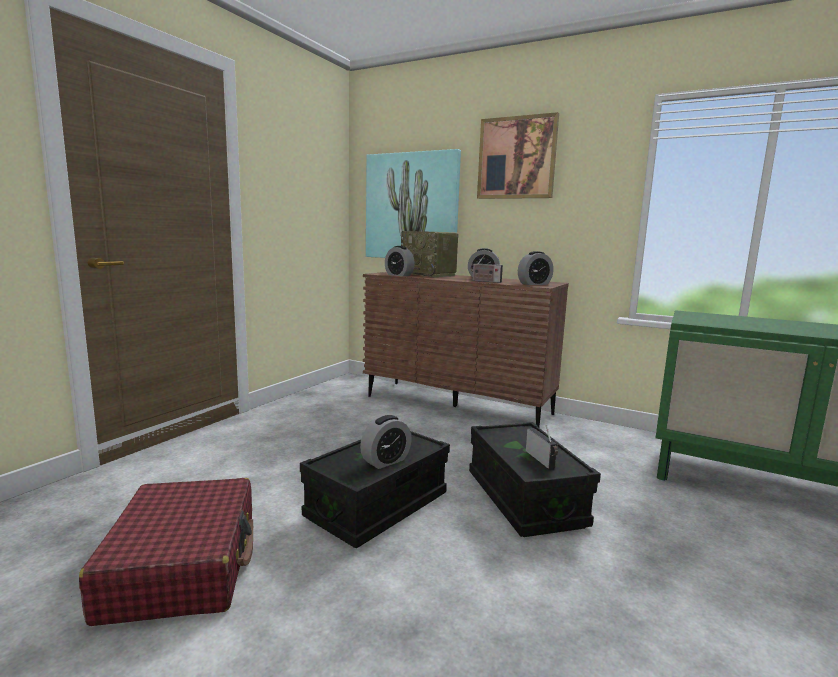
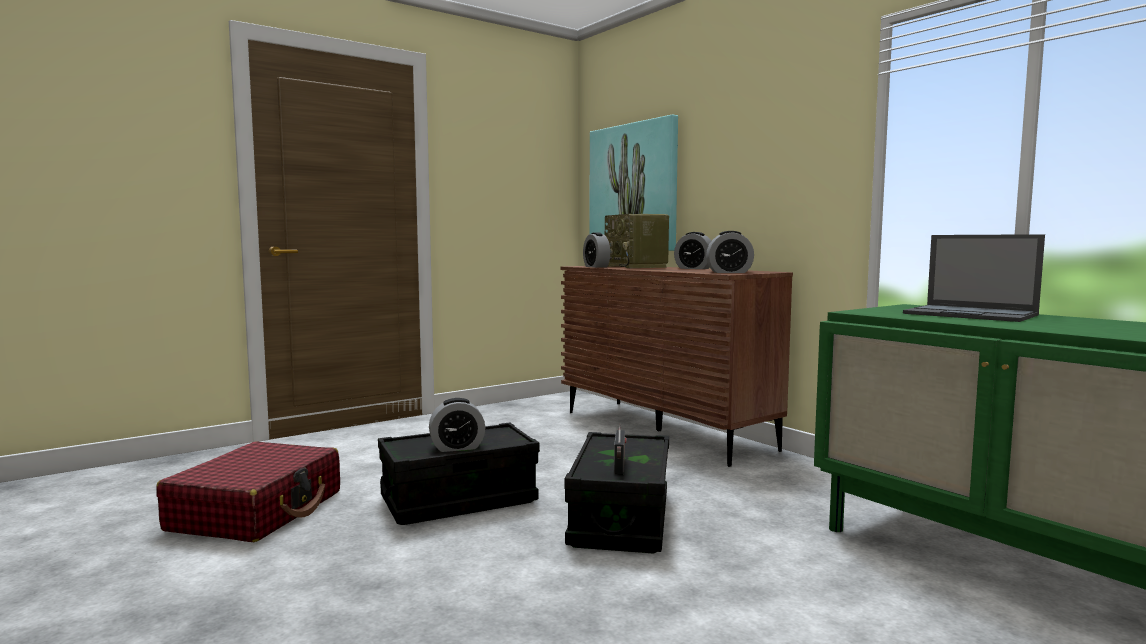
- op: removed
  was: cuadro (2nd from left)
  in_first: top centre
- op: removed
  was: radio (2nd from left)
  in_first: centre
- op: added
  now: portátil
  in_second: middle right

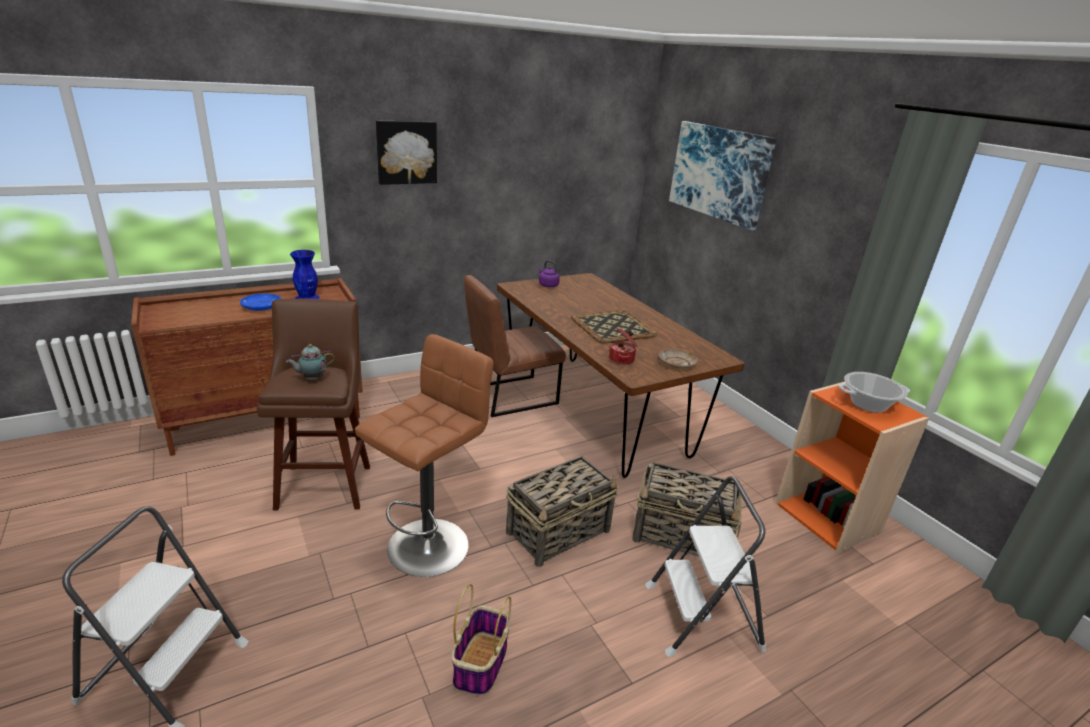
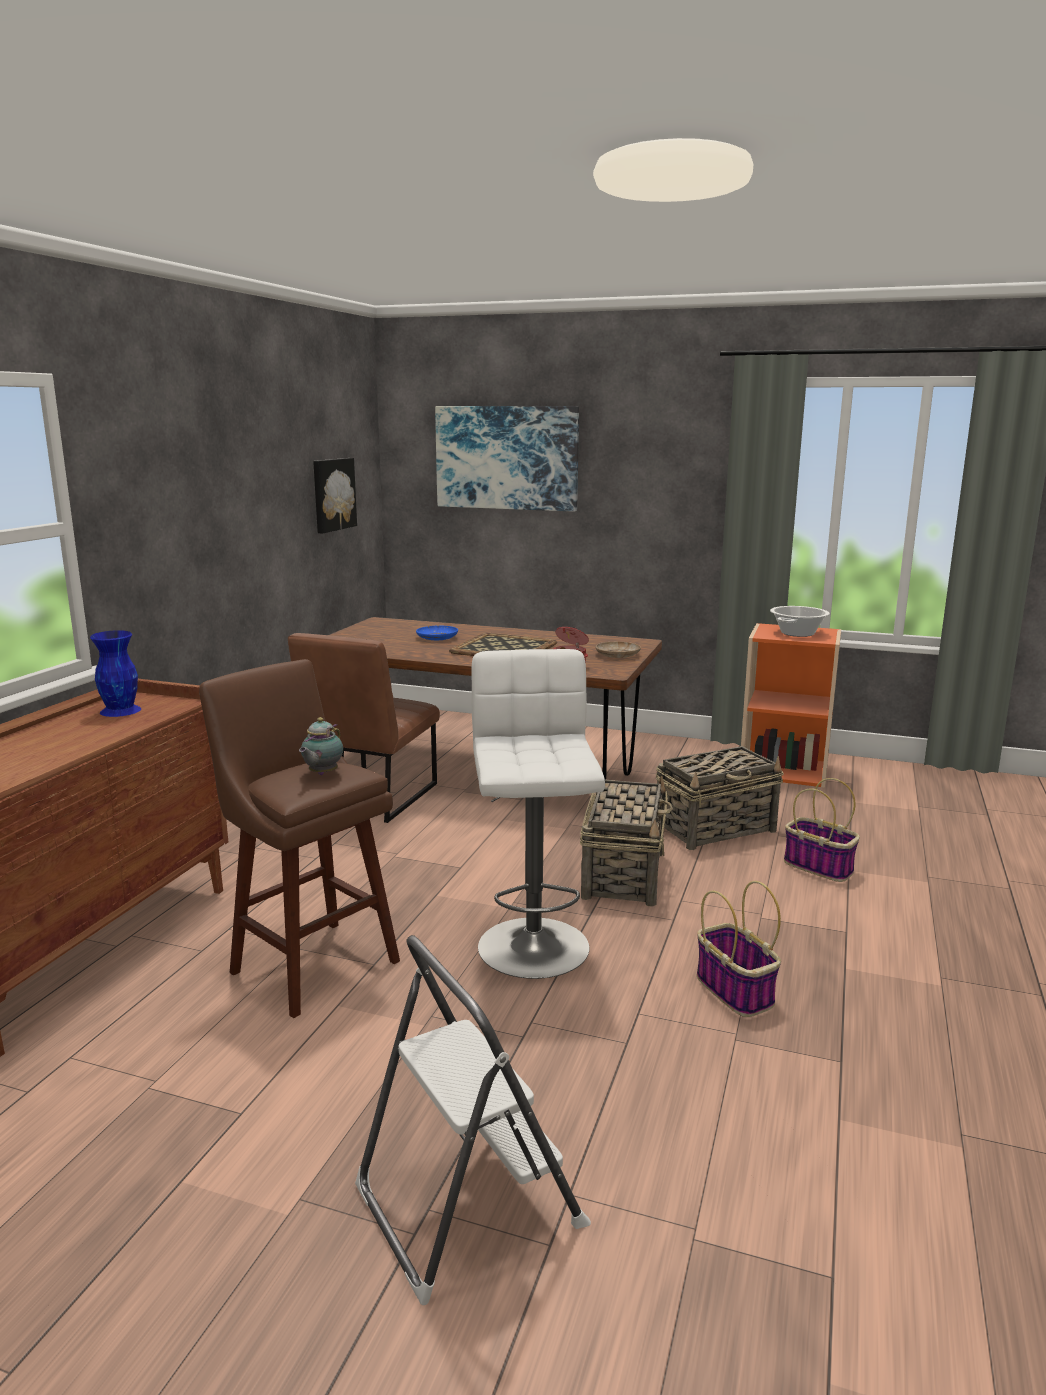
- op: moved
  was: cuadro (1st from left)
  in_first: top centre
  in_second: middle left
- op: removed
  was: hervidor (morado)
  in_first: centre
- op: moved
  was: plato (azul)
  in_first: middle left
  in_second: centre
- op: recoloured
  was: taburete (marrón) (2nd from left)
  now: taburete (blanco)
  in_first: centre
  in_second: centre
- op: replaced
  was: escalera de tijera (blanco) (2nd from left)
  now: cesta (4th from left)
  in_first: bottom centre
  in_second: middle right

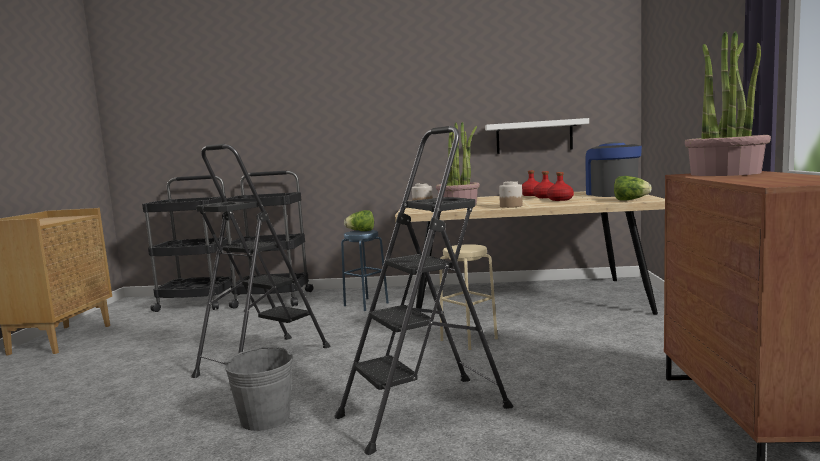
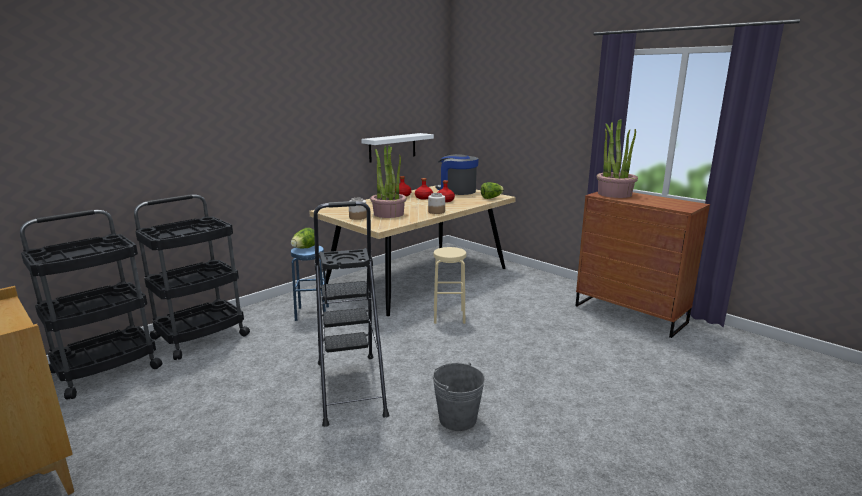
- op: removed
  was: escalera de tijera (2nd from left)
  in_first: centre

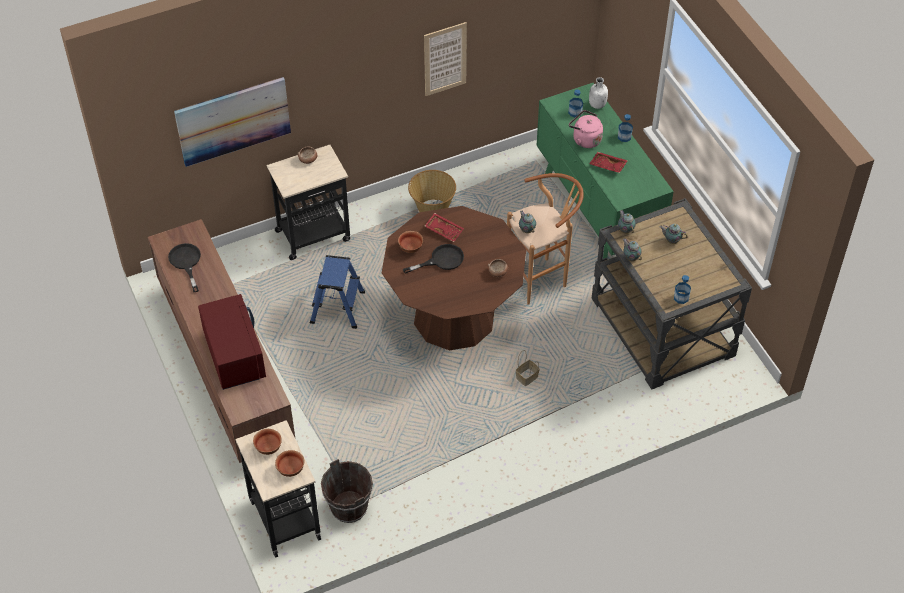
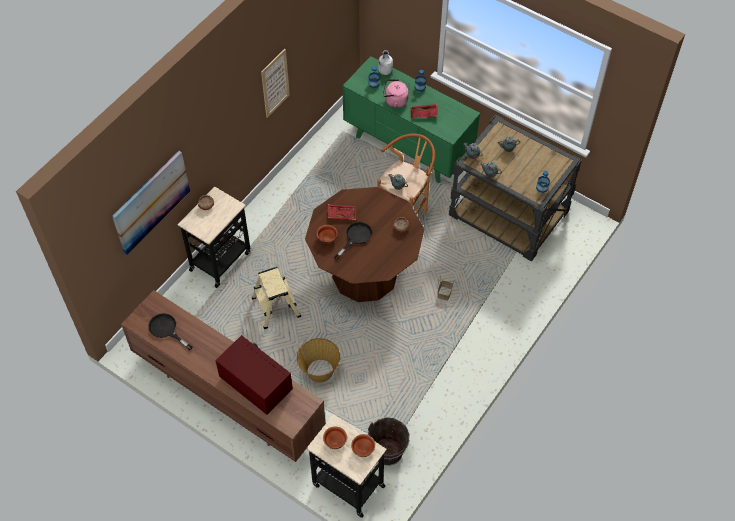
- op: moved
  was: cesta (1st from left)
  in_first: top centre
  in_second: bottom centre
- op: recoloured
  was: escalera de tijera (azul)
  now: escalera de tijera (beis)
  in_first: centre
  in_second: centre

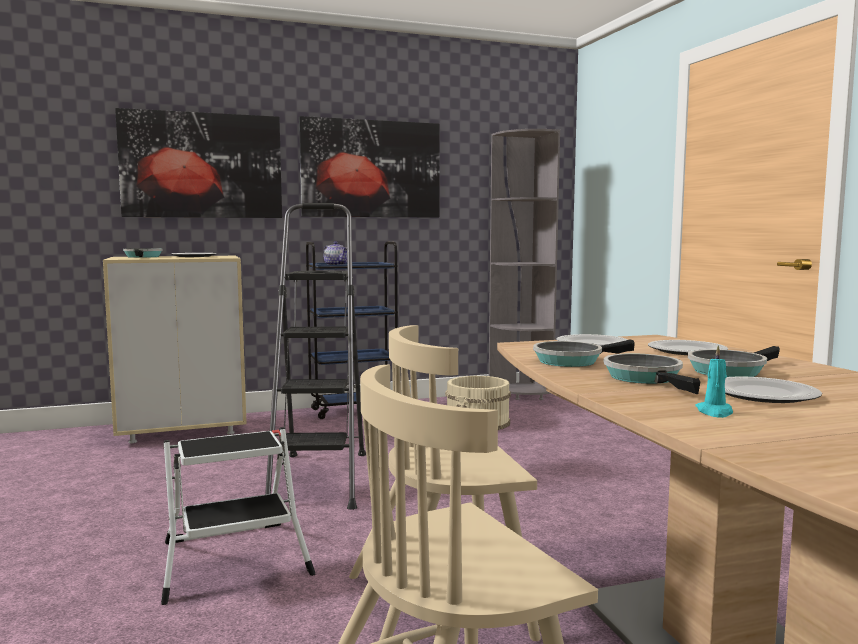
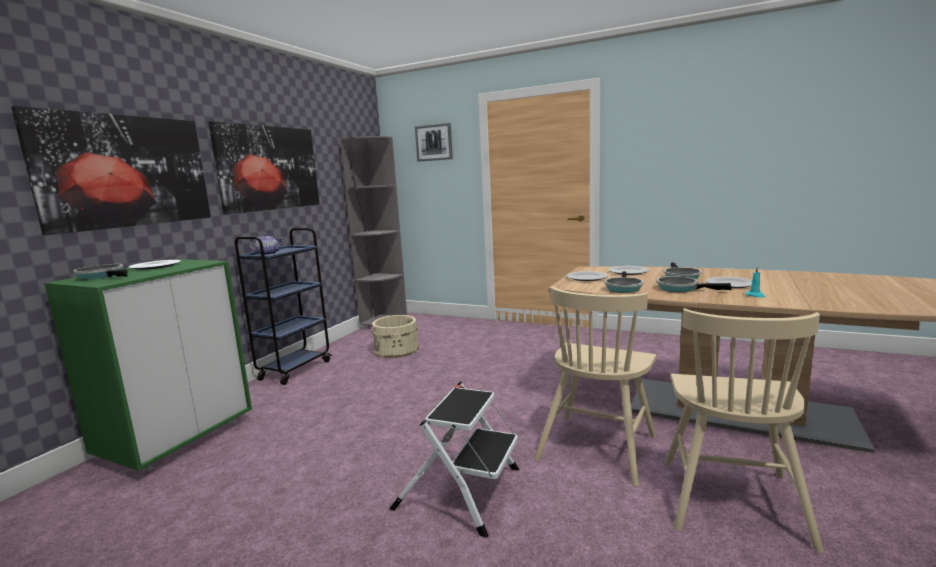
- op: removed
  was: escalera de tijera (2nd from left)
  in_first: centre
- op: recoloured
  was: armario (beis)
  now: armario (verde)
  in_first: middle left
  in_second: middle left
- op: added
  now: cuadro (3rd from left)
  in_second: top centre

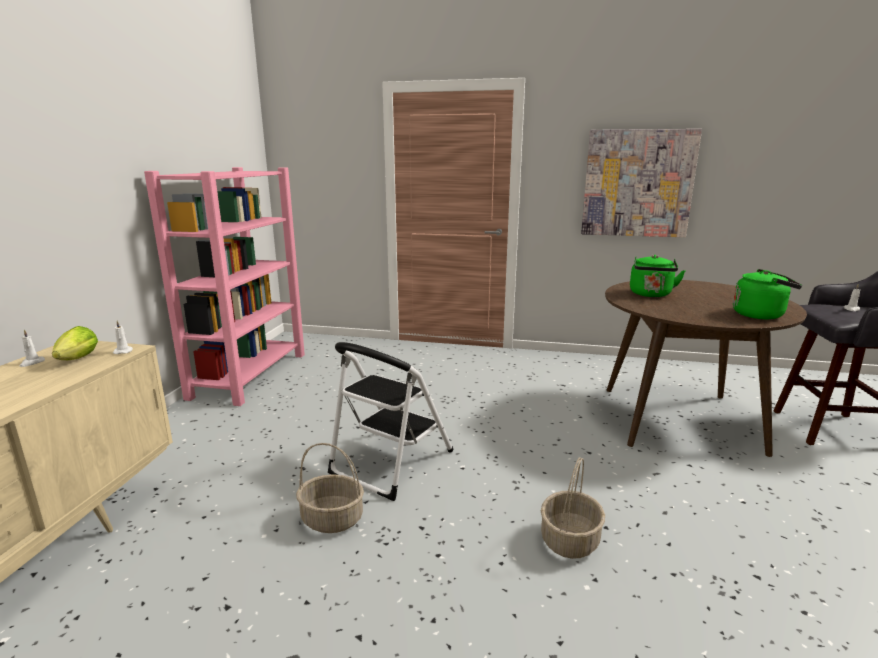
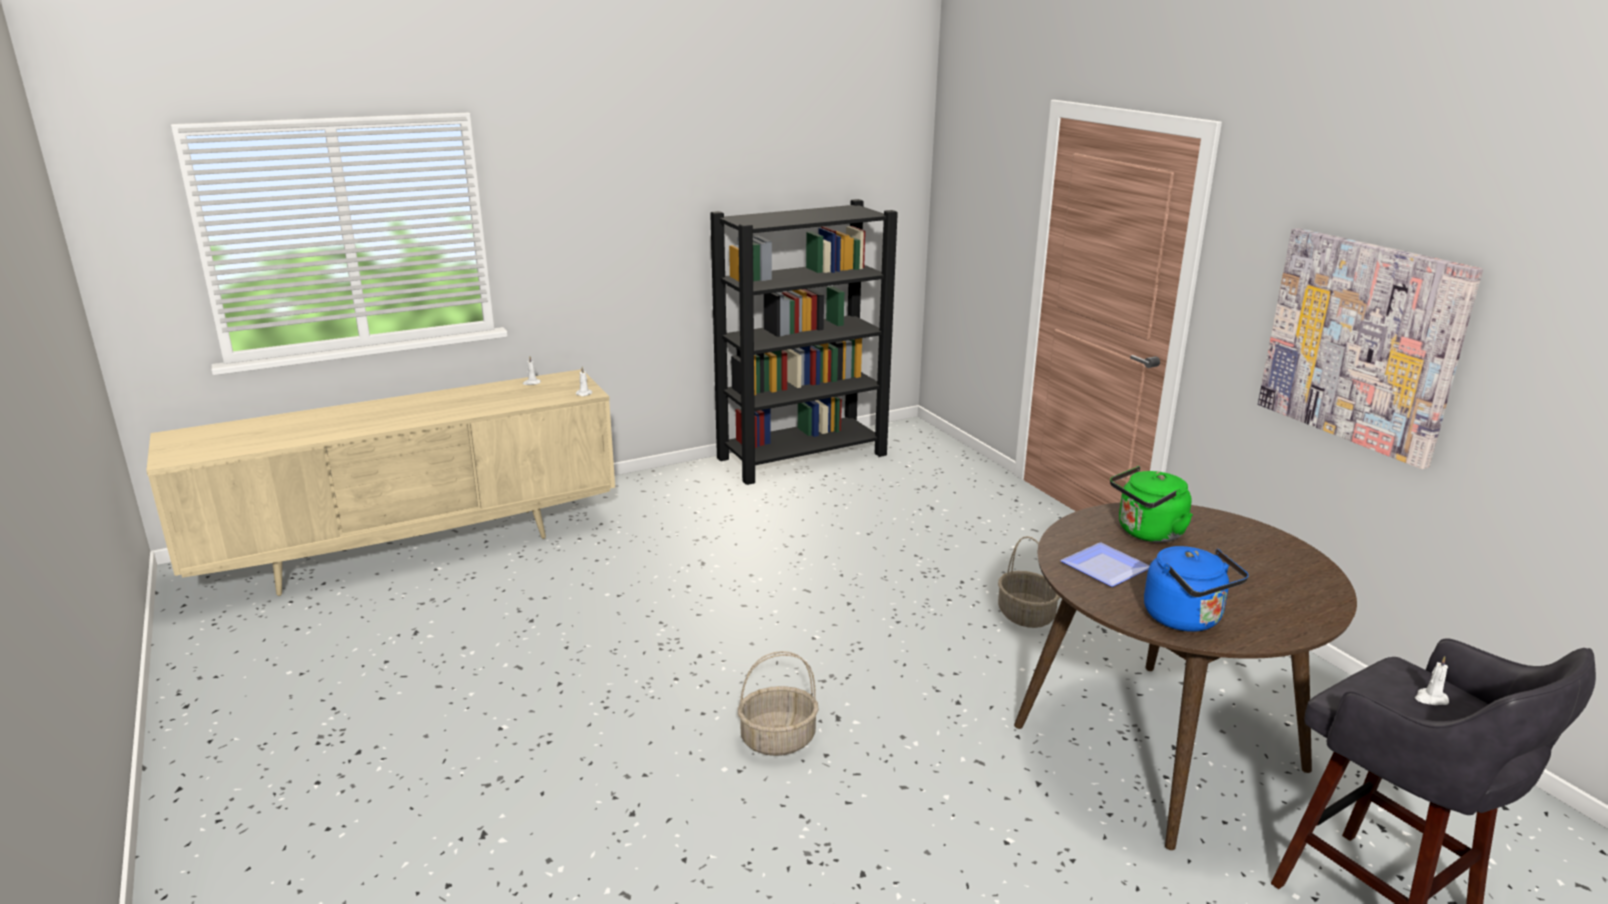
- op: recoloured
  was: estantería (rosa)
  now: estantería (negro)
  in_first: middle left
  in_second: centre
- op: recoloured
  was: hervidor (verde) (2nd from left)
  now: hervidor (azul)
  in_first: middle right
  in_second: middle right
- op: removed
  was: lechuga
  in_first: middle left
- op: removed
  was: escalera de tijera
  in_first: centre
- op: moved
  was: cesta (1st from left in the first image)
  now: cesta (2nd from left)
  in_first: bottom centre
  in_second: centre
- op: added
  now: plato
  in_second: middle right

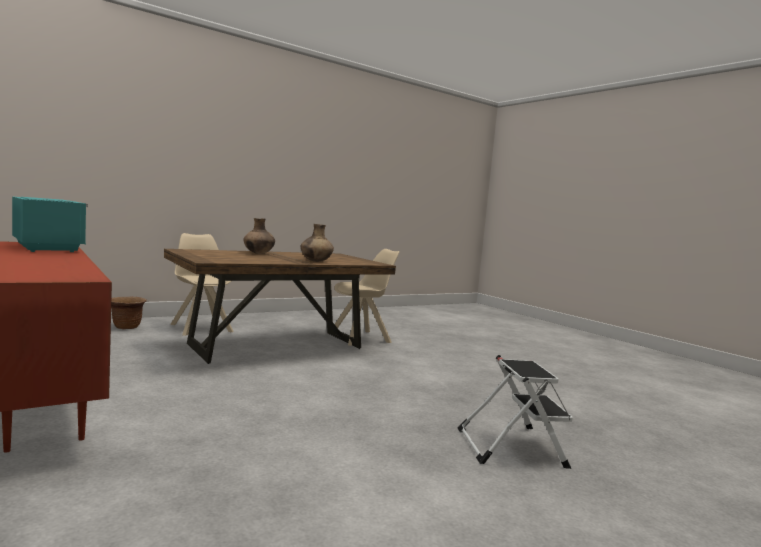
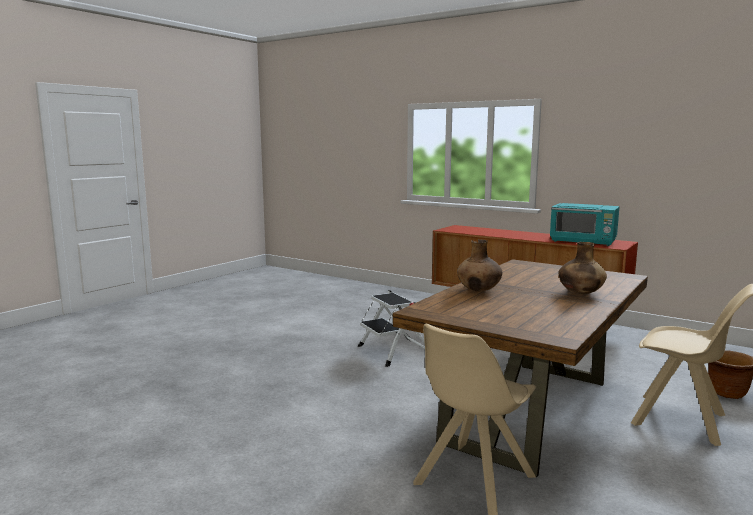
- op: moved
  was: escalera de tijera
  in_first: bottom right
  in_second: centre

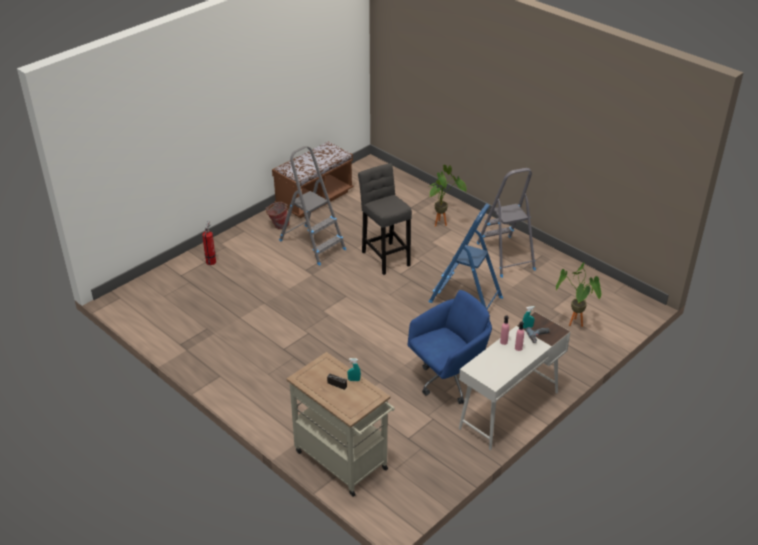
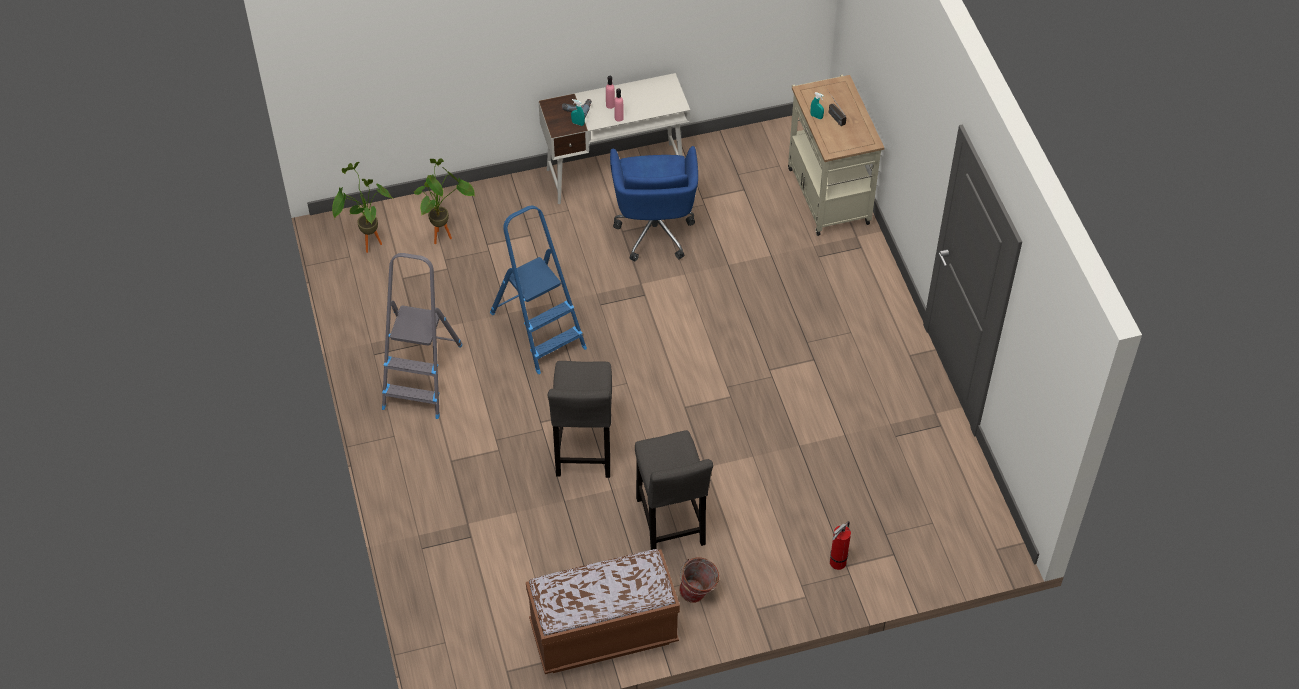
- op: replaced
  was: escalera de tijera (gris) (1st from left)
  now: taburete (gris) (2nd from left)
  in_first: centre
  in_second: bottom centre
- op: moved
  was: planta en maceta (1st from left)
  in_first: centre
  in_second: top left
- op: turned
  was: silla de oficina (azul)
  in_first: centre
  in_second: top centre
  clockwise: -90

